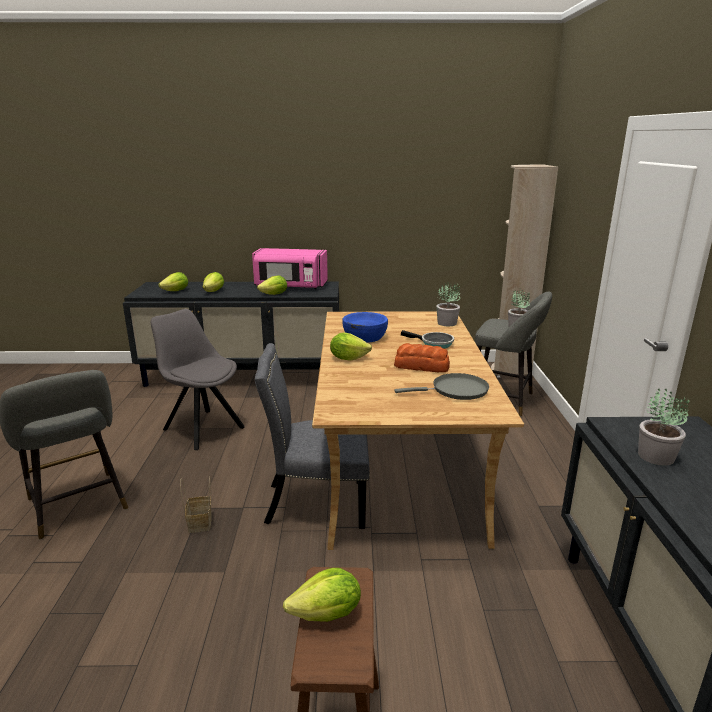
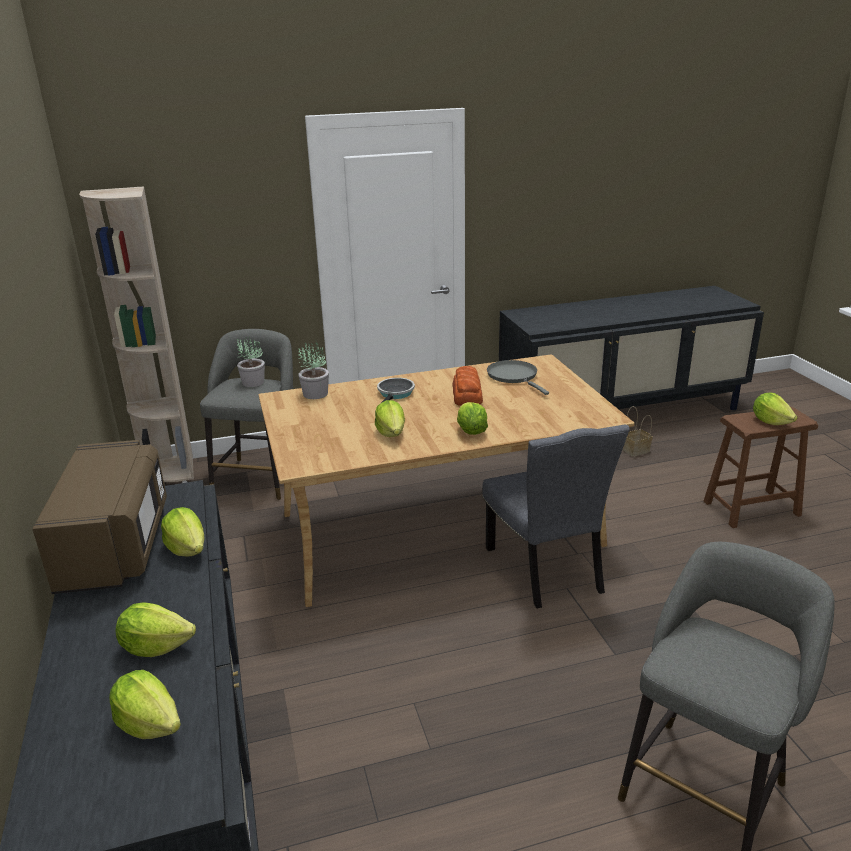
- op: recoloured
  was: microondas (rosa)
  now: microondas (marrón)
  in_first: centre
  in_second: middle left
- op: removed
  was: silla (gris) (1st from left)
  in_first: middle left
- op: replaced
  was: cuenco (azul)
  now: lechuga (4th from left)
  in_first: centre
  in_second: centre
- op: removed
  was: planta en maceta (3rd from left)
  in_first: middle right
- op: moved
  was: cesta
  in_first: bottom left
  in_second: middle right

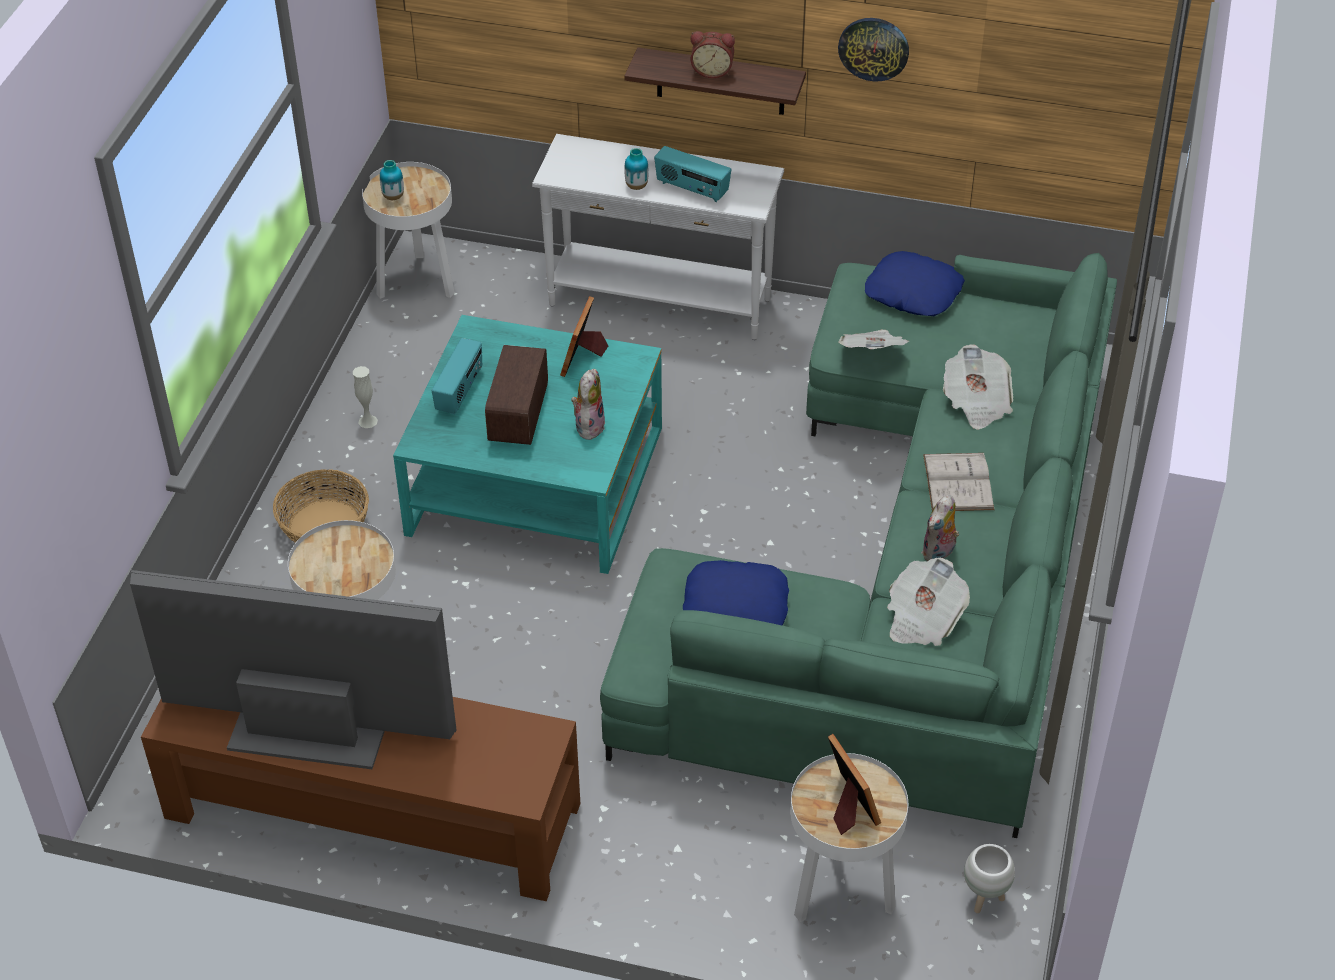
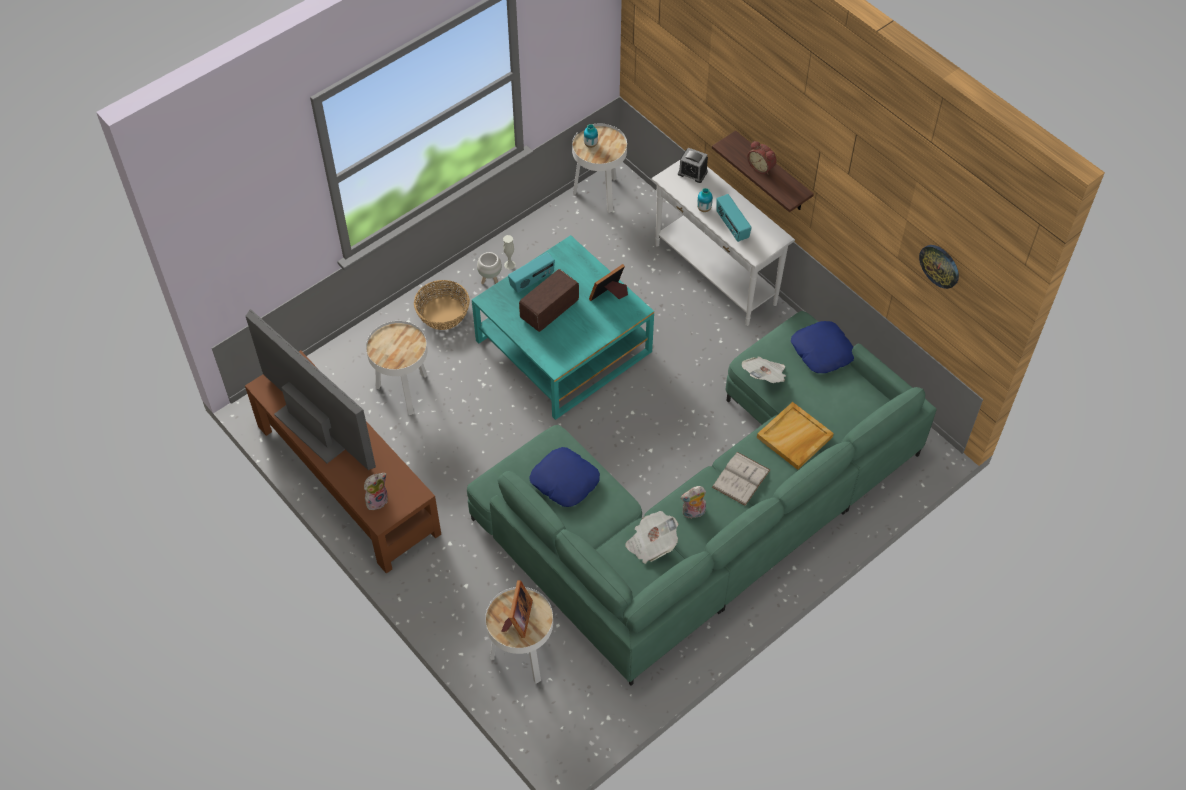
- op: moved
  was: reloj de pared
  in_first: top centre
  in_second: middle right
- op: replaced
  was: periódico (3rd from left)
  now: bandeja (beis)
  in_first: middle right
  in_second: middle right
- op: moved
  was: peluche (1st from left)
  in_first: centre
  in_second: middle left
- op: moved
  was: maceta (blanco)
  in_first: bottom right
  in_second: centre
- op: added
  now: despertador (1st from left)
  in_second: top centre

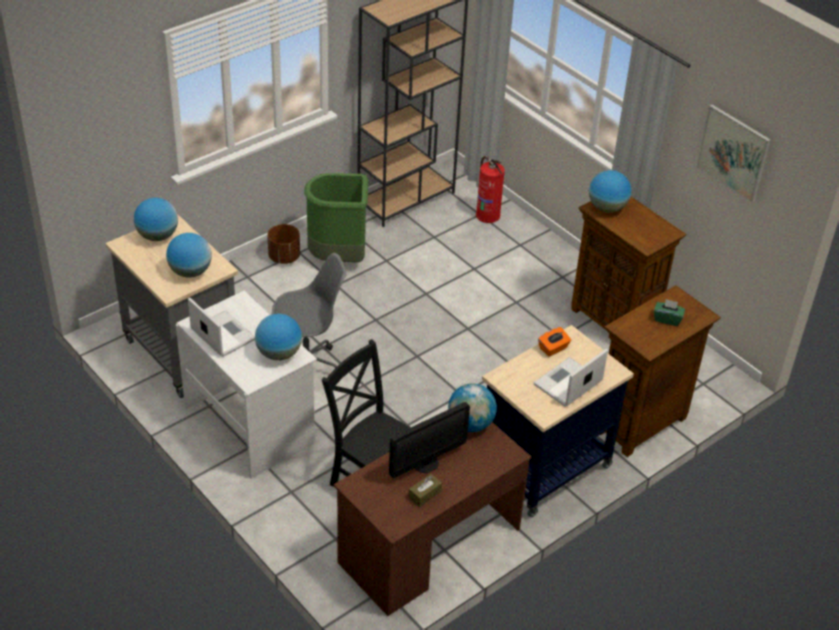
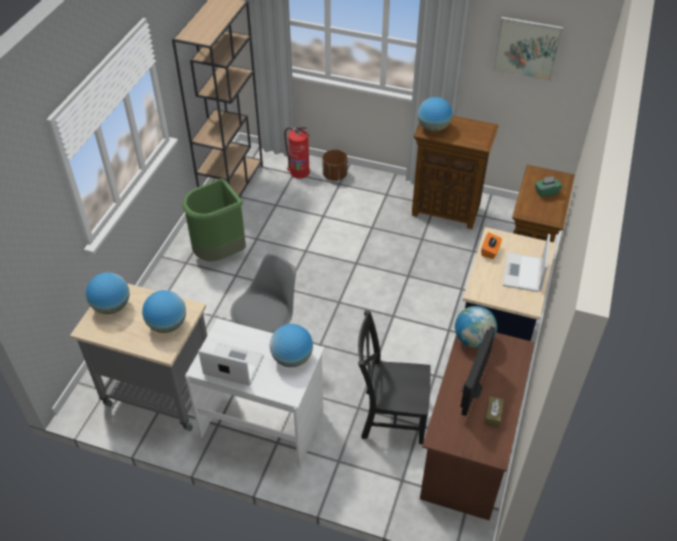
- op: moved
  was: maceta (marrón)
  in_first: centre
  in_second: top centre

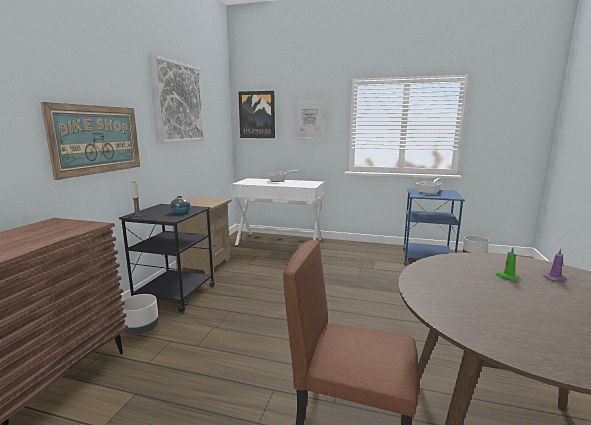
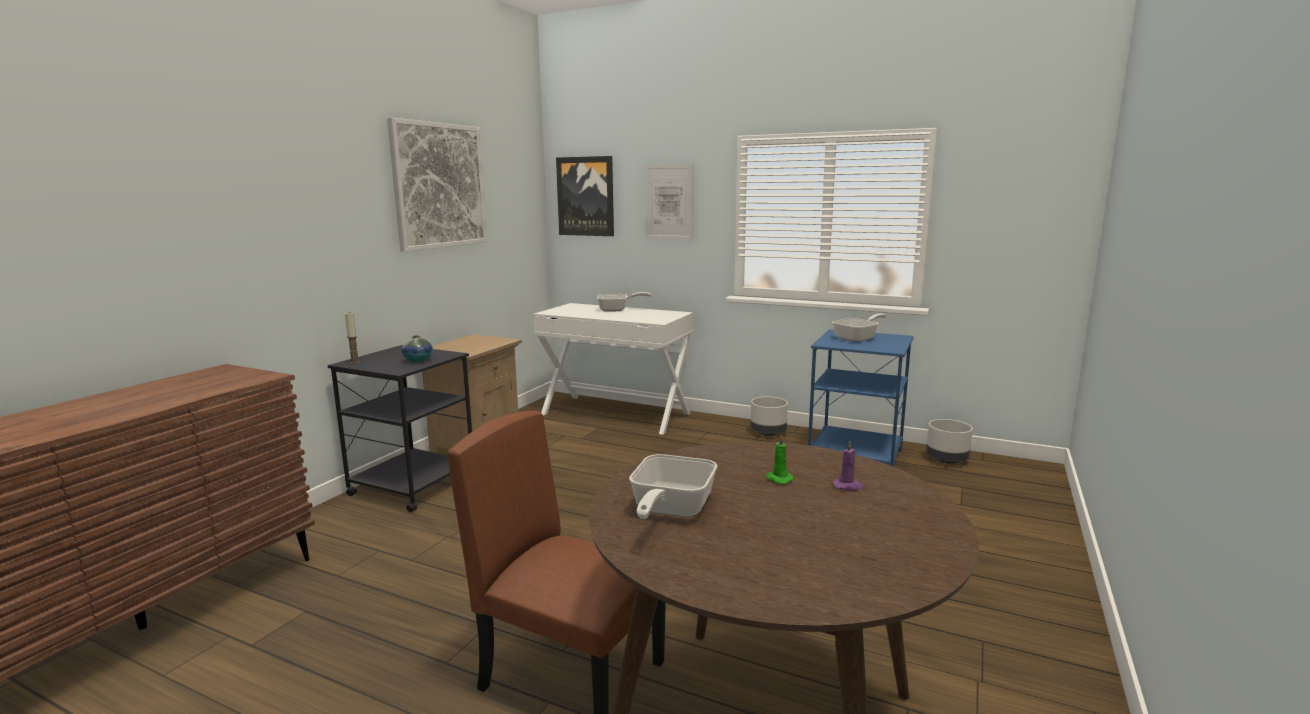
- op: removed
  was: cuadro (1st from left)
  in_first: top left
- op: moved
  was: maceta (gris) (1st from left)
  in_first: bottom left
  in_second: centre
- op: added
  now: sartén (2nd from left)
  in_second: bottom centre

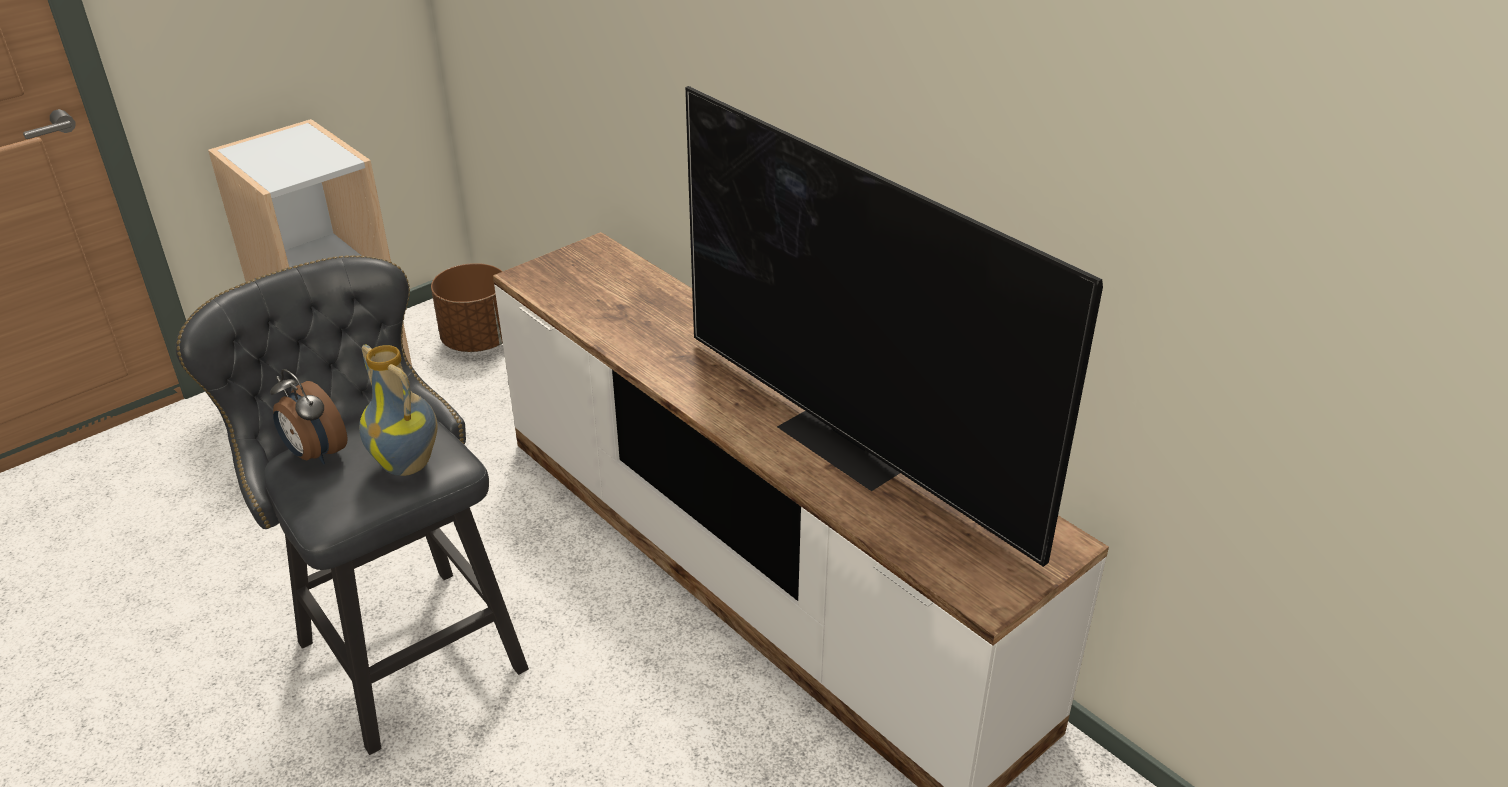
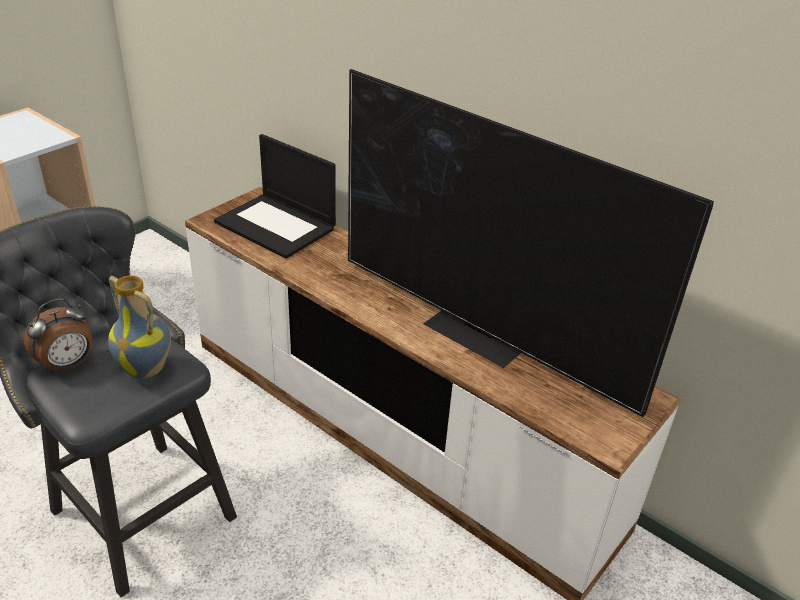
- op: removed
  was: maceta (marrón)
  in_first: middle left
- op: turned
  was: despertador
  in_first: middle left
  in_second: middle left
  clockwise: -75
- op: added
  now: portátil
  in_second: top centre

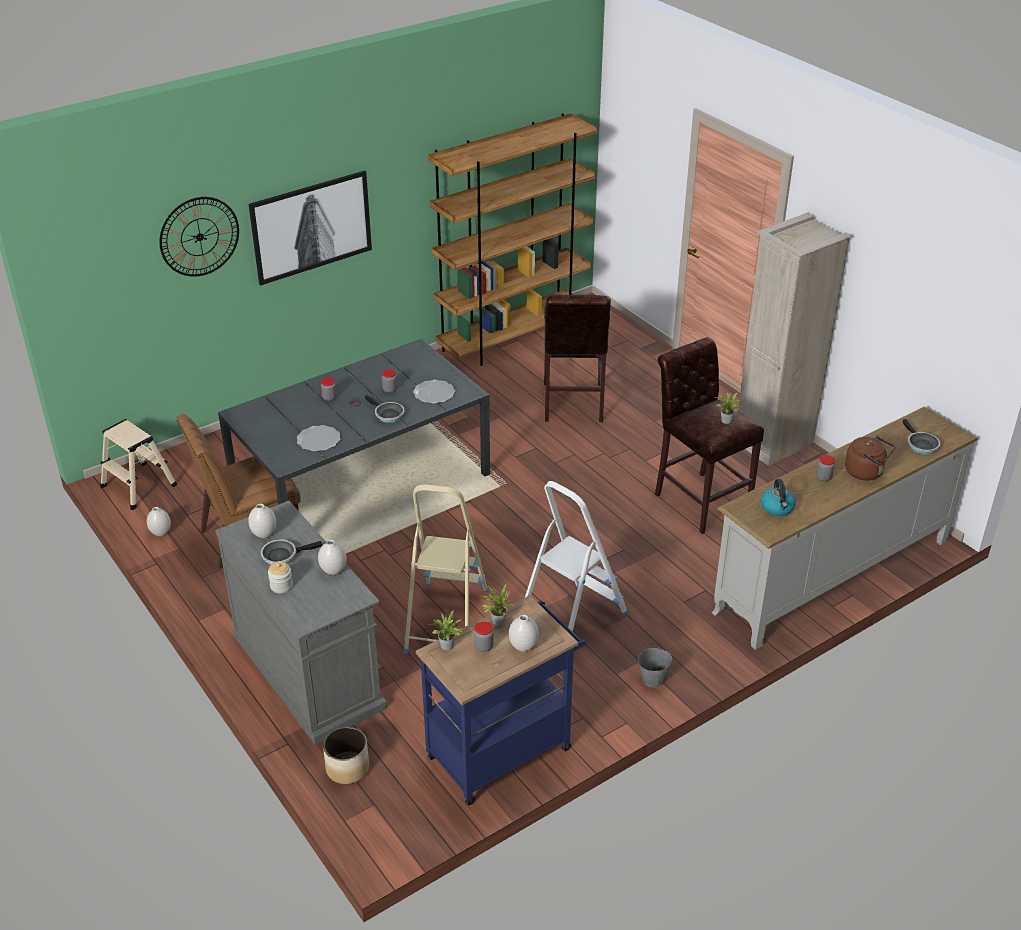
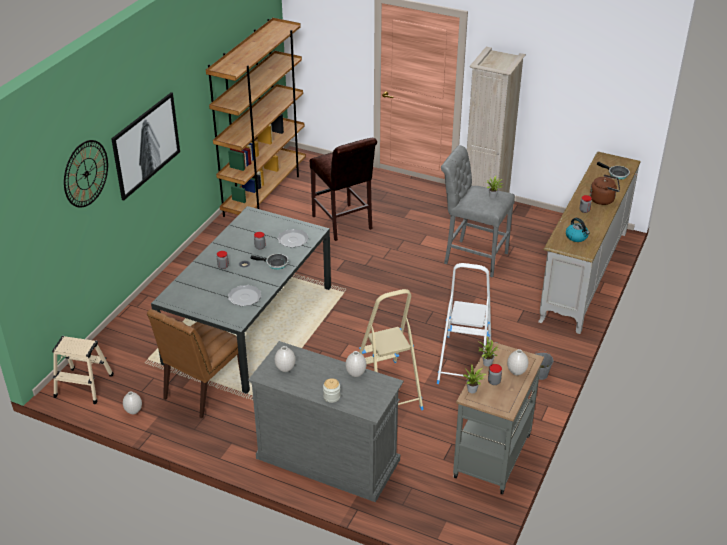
- op: recoloured
  was: taburete (marrón) (2nd from left)
  now: taburete (gris)
  in_first: middle right
  in_second: centre
- op: removed
  was: sartén (1st from left)
  in_first: middle left
- op: recoloured
  was: carrito (azul)
  now: carrito (gris)
  in_first: bottom centre
  in_second: bottom right
- op: removed
  was: maceta
  in_first: bottom centre

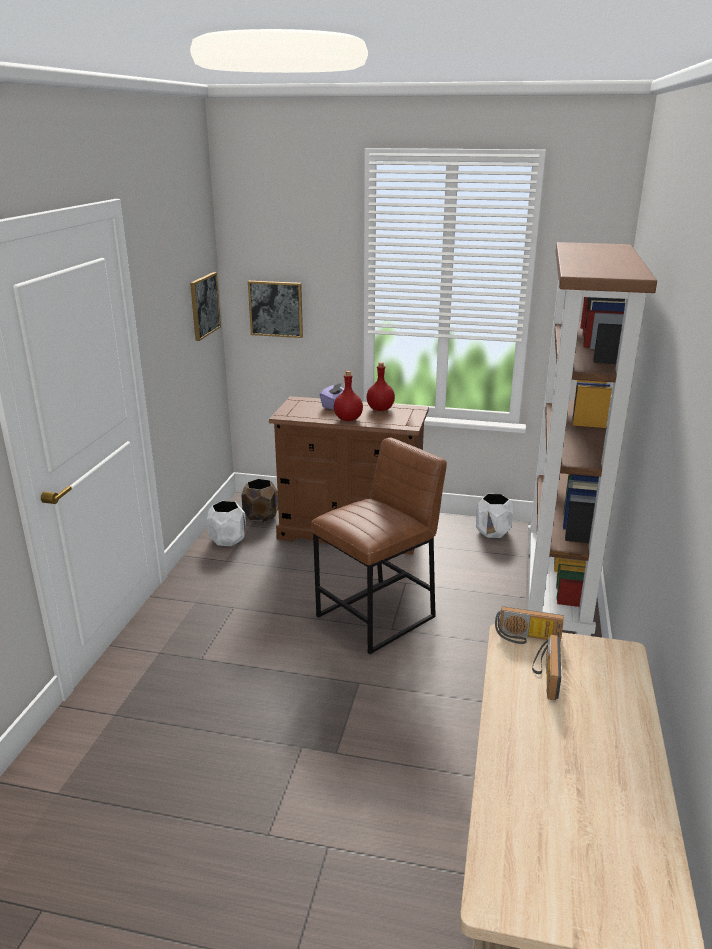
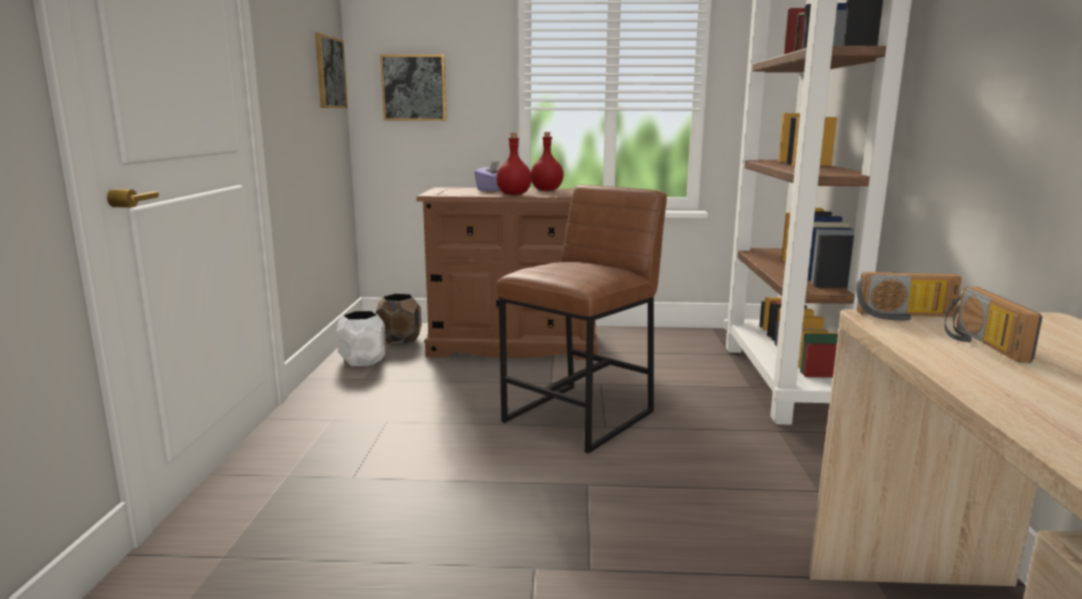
- op: removed
  was: maceta (blanco) (2nd from left)
  in_first: middle right

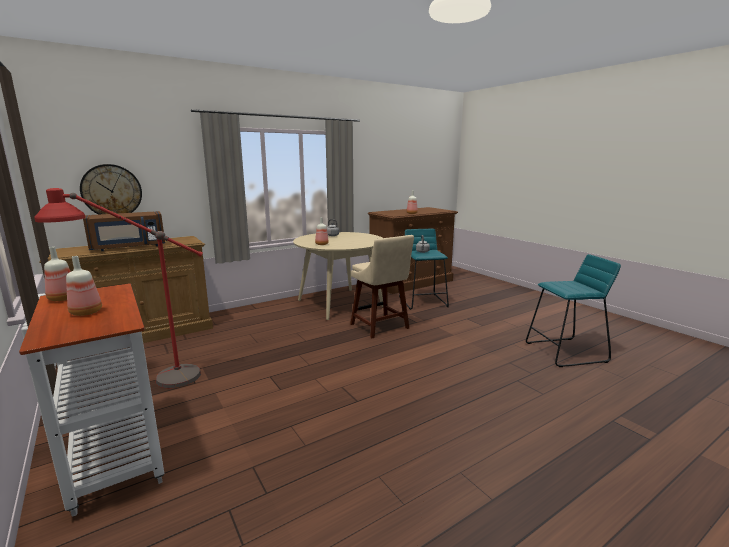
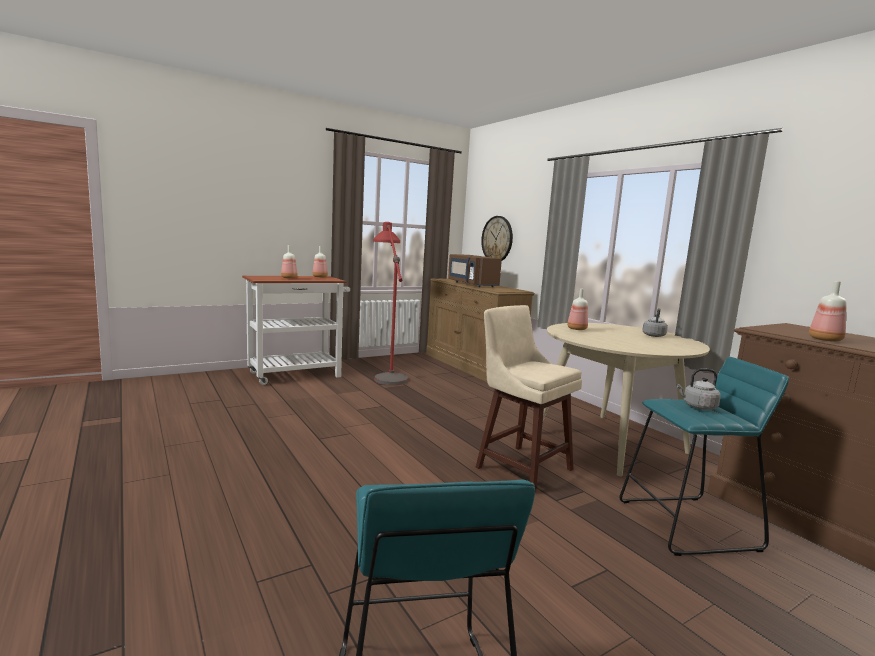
- op: turned
  was: silla (beis)
  in_first: centre
  in_second: centre
  clockwise: 75

